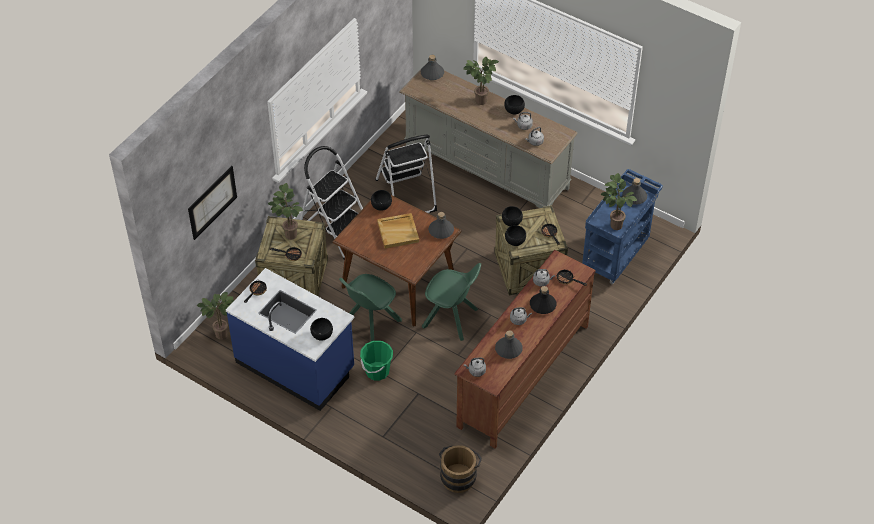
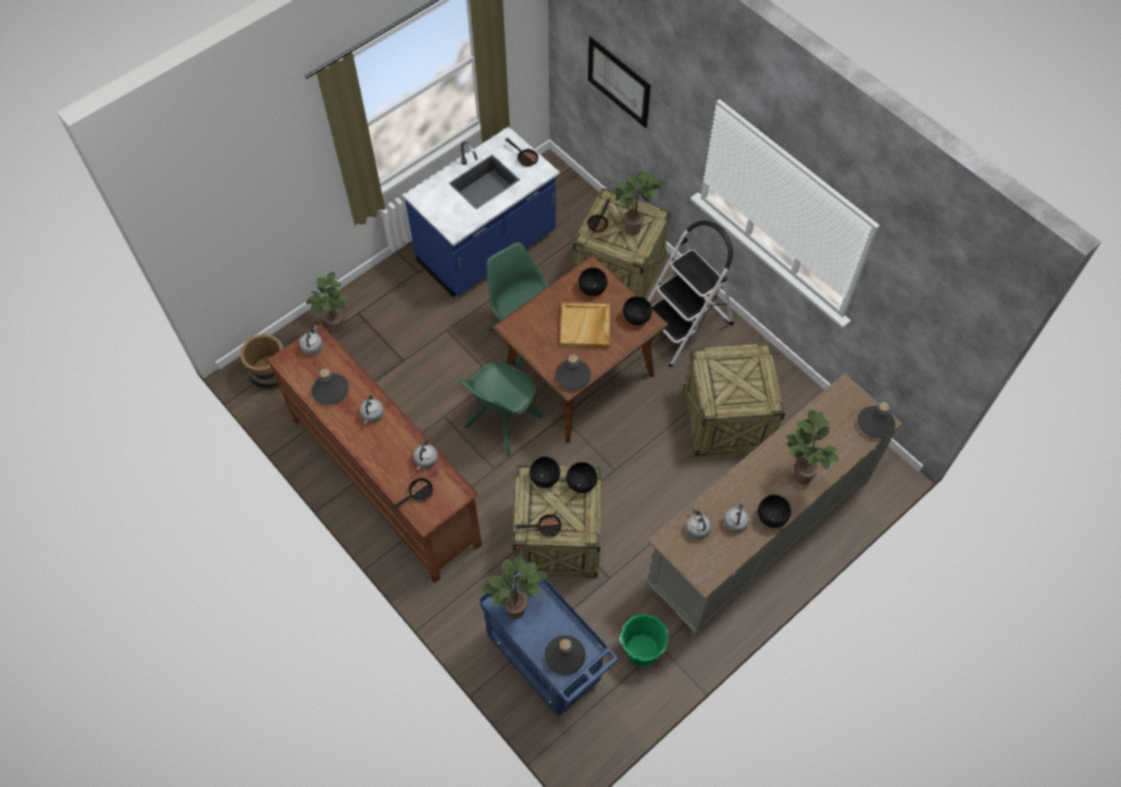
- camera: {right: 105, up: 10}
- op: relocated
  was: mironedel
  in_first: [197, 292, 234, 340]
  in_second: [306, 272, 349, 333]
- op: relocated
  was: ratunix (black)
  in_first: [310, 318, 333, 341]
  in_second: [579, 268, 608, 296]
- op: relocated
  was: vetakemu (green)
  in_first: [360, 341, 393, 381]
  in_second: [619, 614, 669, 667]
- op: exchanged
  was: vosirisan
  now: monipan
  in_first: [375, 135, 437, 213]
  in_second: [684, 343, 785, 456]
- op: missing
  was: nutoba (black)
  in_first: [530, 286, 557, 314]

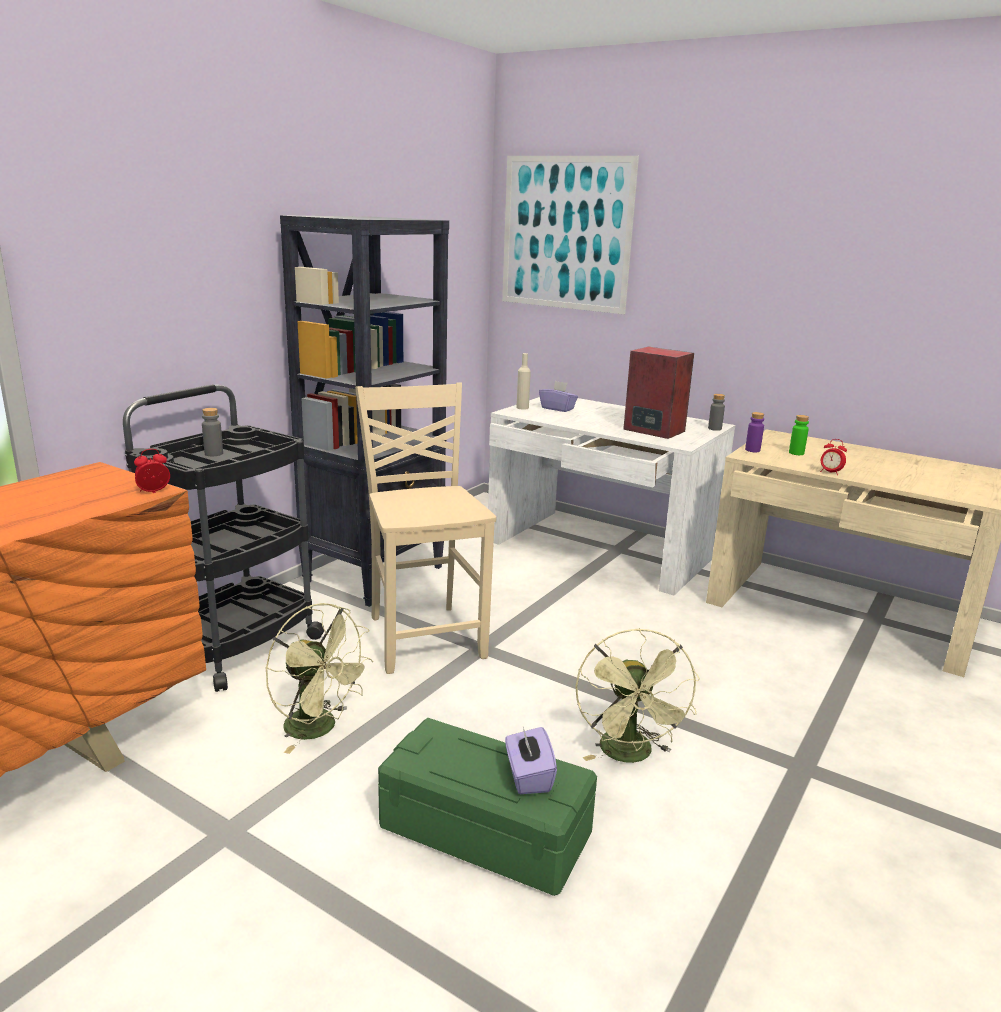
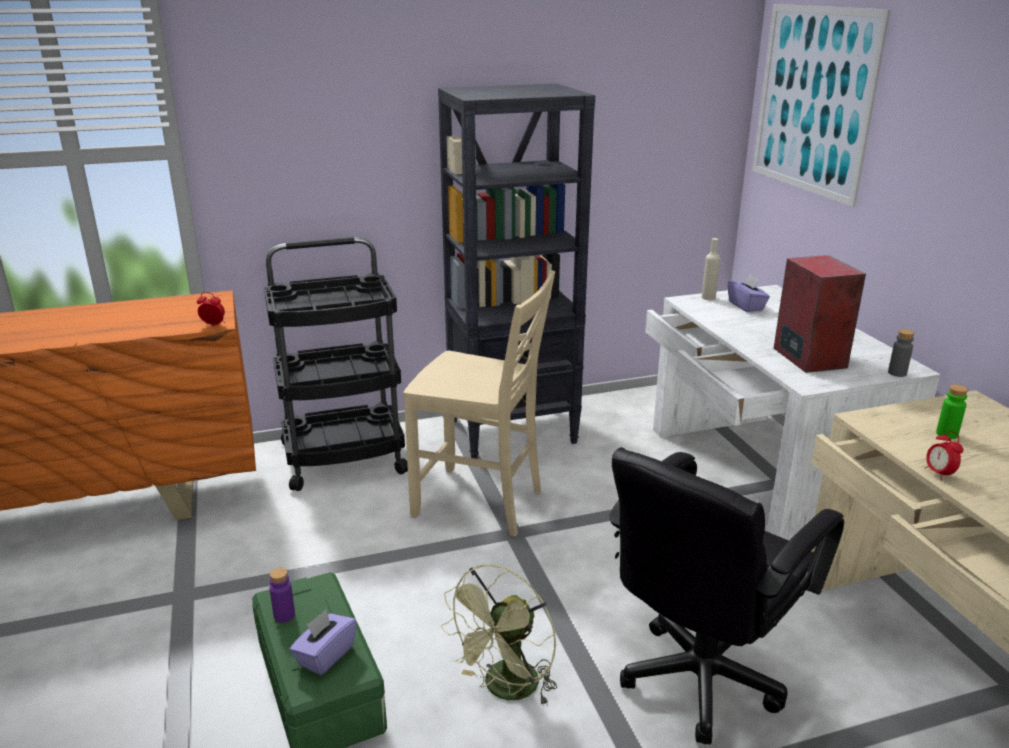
- camera: {right: 40, up: 5}
- op: relocated
  was: nutoba (purple)
  in_first: [745, 412, 764, 452]
  in_second: [270, 568, 295, 623]
- op: spun
  was: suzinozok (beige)
  in_first: [355, 382, 496, 674]
  in_second: [404, 270, 555, 537]
  clockwise: 90
- op: appeared
  now: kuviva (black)
  in_second: [610, 447, 844, 744]
- op: missing
  was: nutoba (grey)
  in_first: [202, 408, 223, 456]
- op: missing
  was: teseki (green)
  in_first: [265, 603, 374, 754]

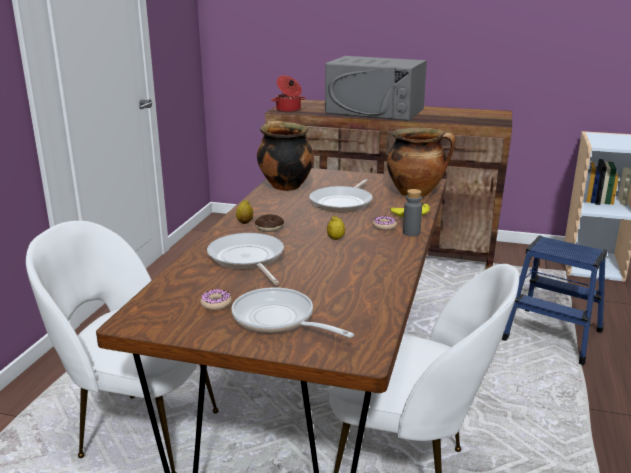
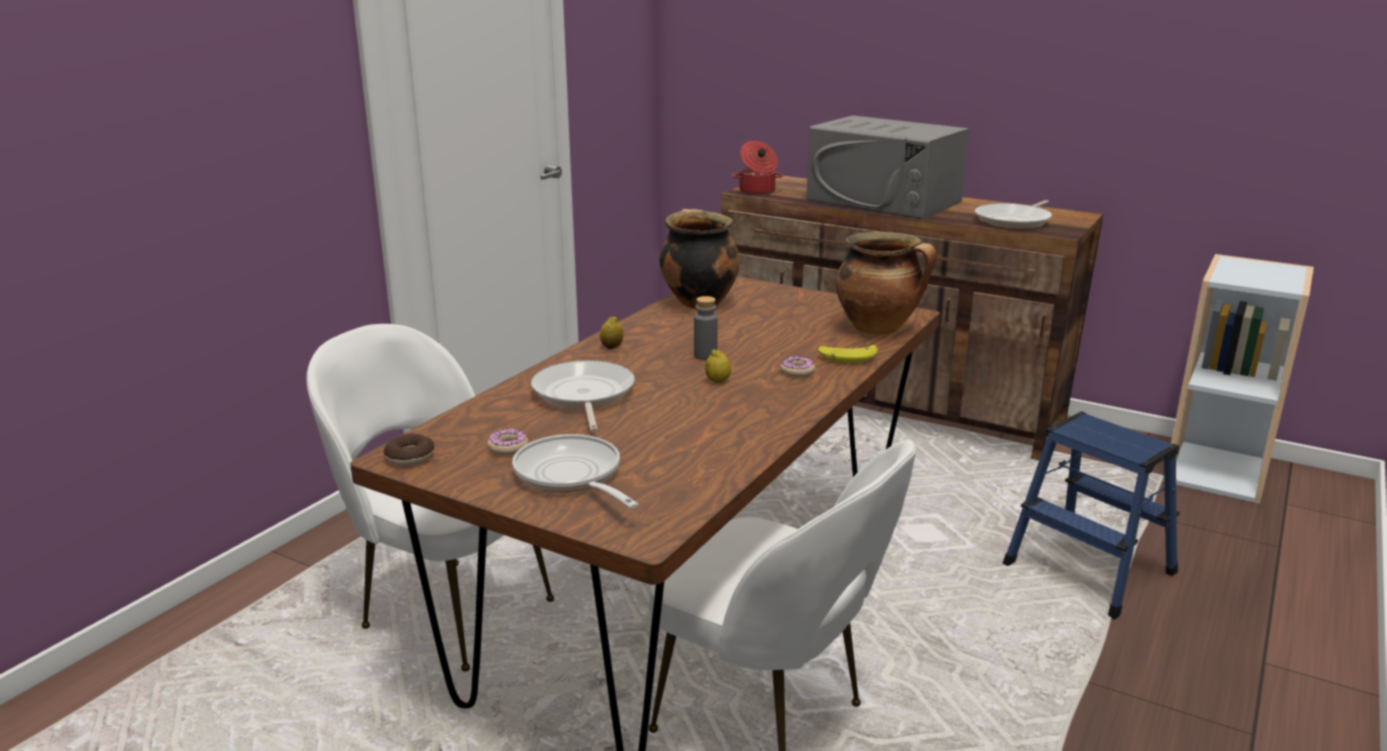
- camera: {right: 15, up: 0}
- op: relocated
  was: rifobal
  in_first: [255, 214, 284, 232]
  in_second: [384, 433, 434, 466]
- op: relocated
  was: nutoba (grey)
  in_first: [403, 189, 422, 237]
  in_second: [694, 296, 718, 360]
- op: relocated
  was: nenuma
  in_first: [309, 179, 373, 213]
  in_second: [975, 200, 1052, 229]

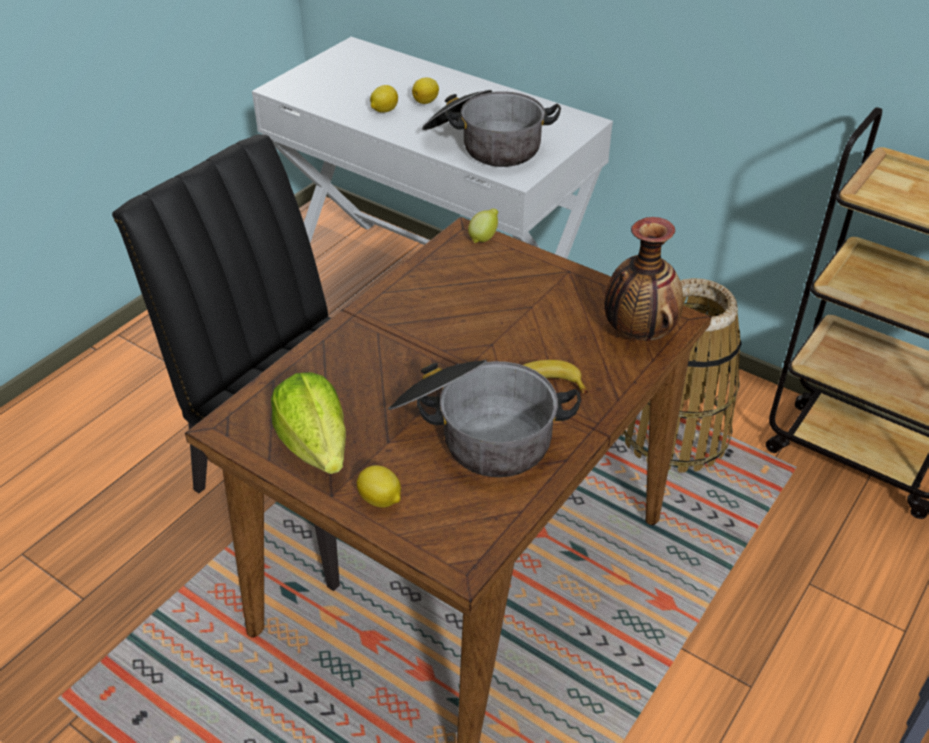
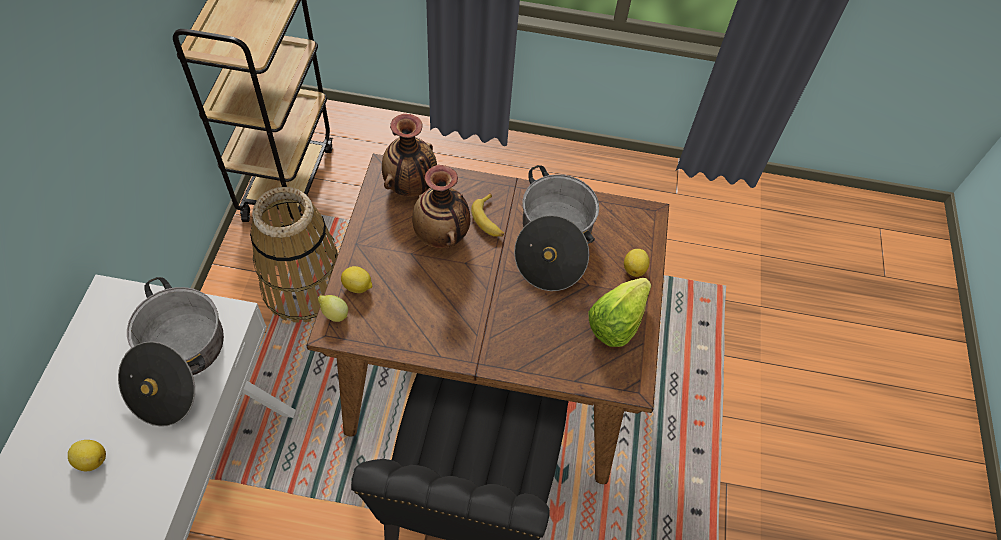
- camera: {right: -120, up: 15}
- op: relocated
  was: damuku
  in_first: [370, 85, 398, 113]
  in_second: [341, 266, 373, 293]
- op: appeared
  now: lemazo
  in_second: [412, 165, 470, 248]

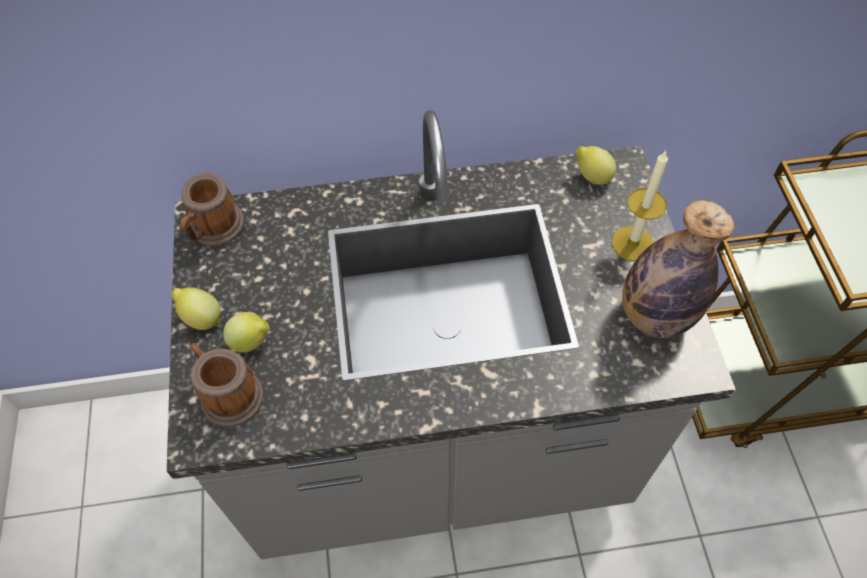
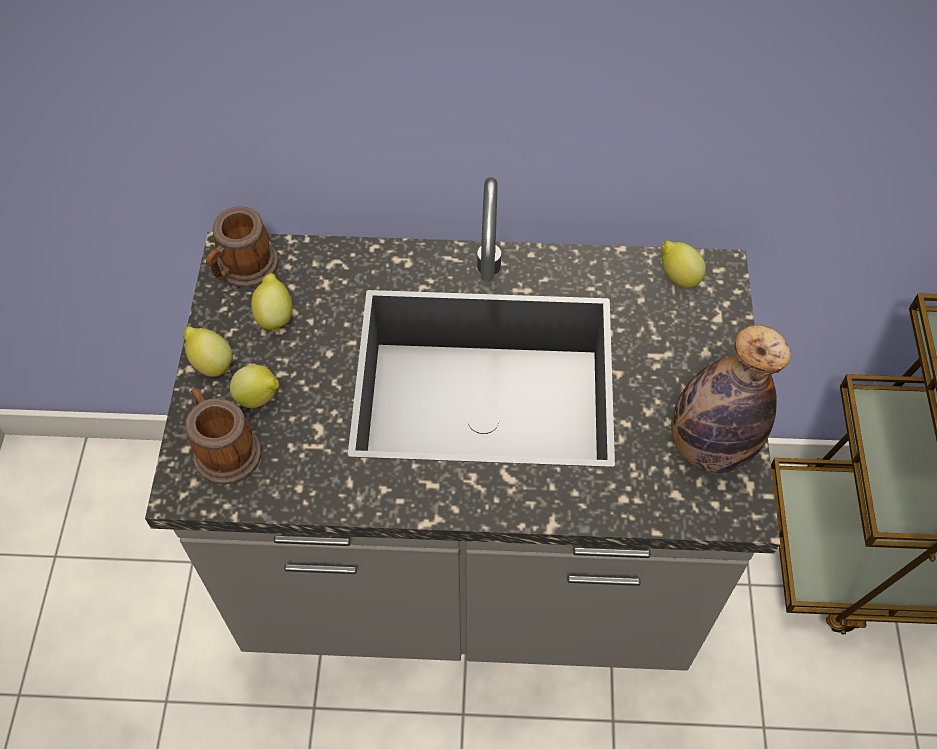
- camera: {right: 10, up: 0}
- op: appeared
  now: damuku
  in_second: [251, 273, 293, 333]
- op: missing
  was: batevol
  in_first: [612, 150, 668, 262]

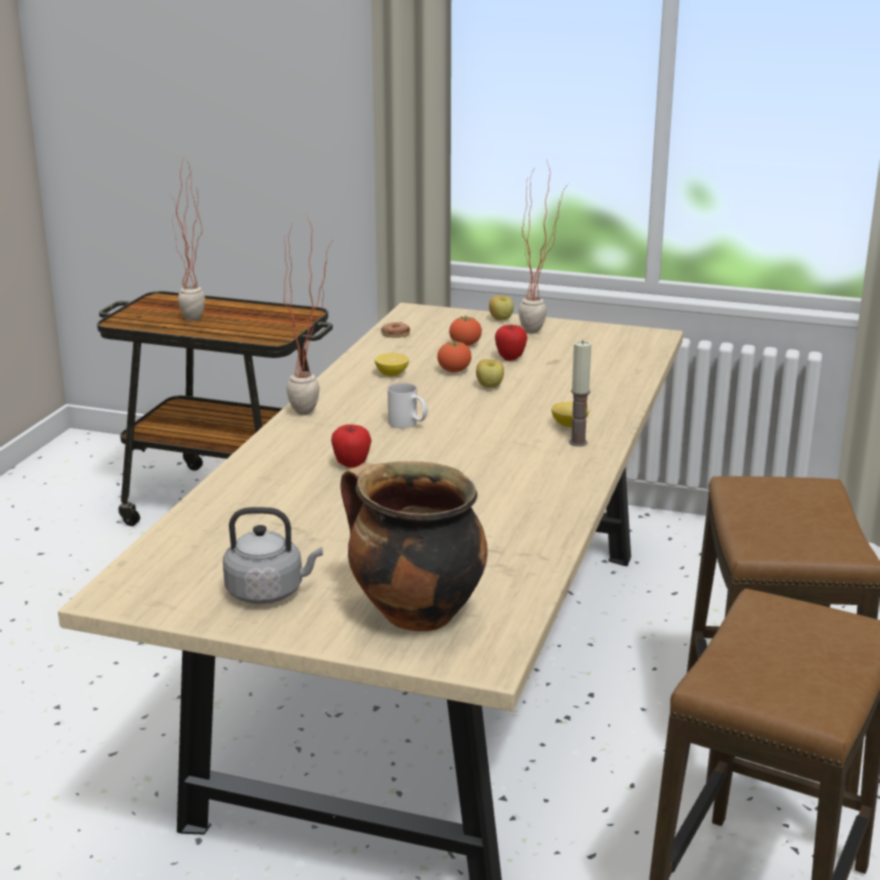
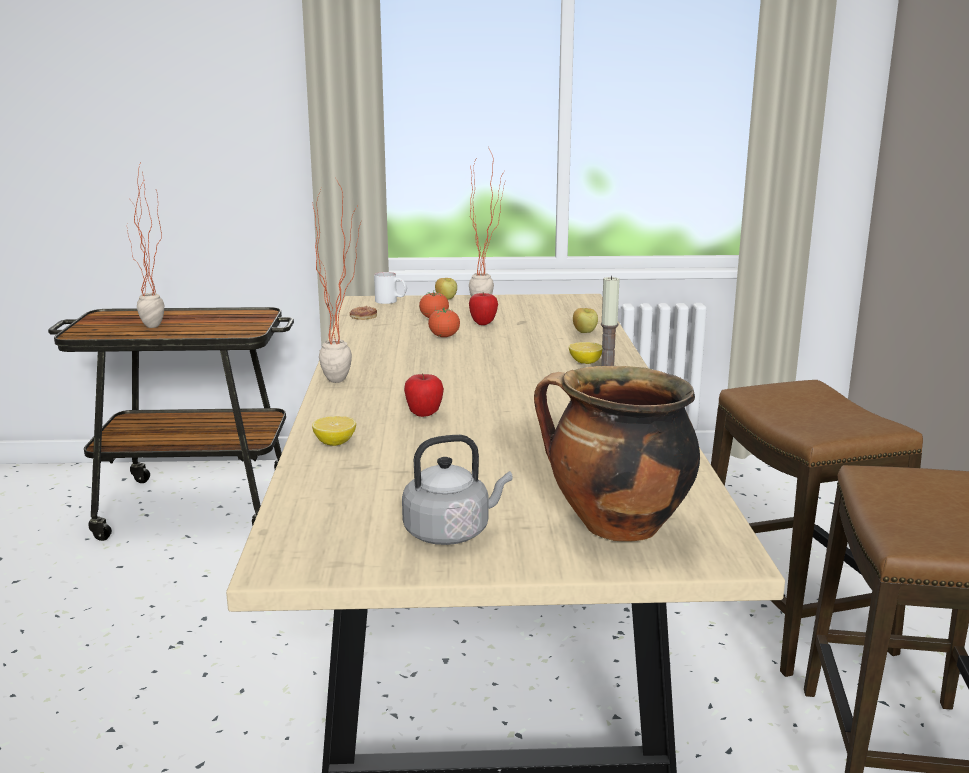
- camera: {right: -20, up: -5}
- op: relocated
  was: damuku
  in_first: [375, 353, 409, 376]
  in_second: [312, 416, 356, 446]
- op: relocated
  was: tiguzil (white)
  in_first: [388, 383, 428, 428]
  in_second: [374, 272, 407, 304]
- op: relocated
  was: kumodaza
  in_first: [476, 359, 504, 388]
  in_second: [573, 308, 598, 333]

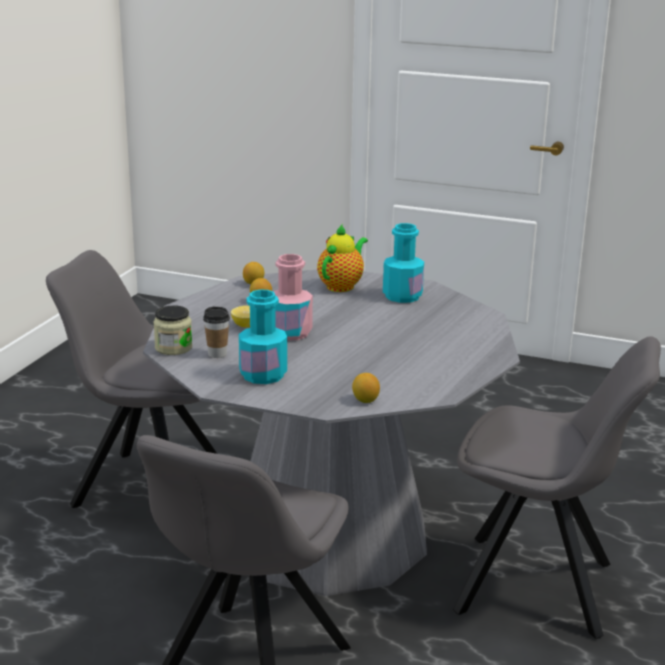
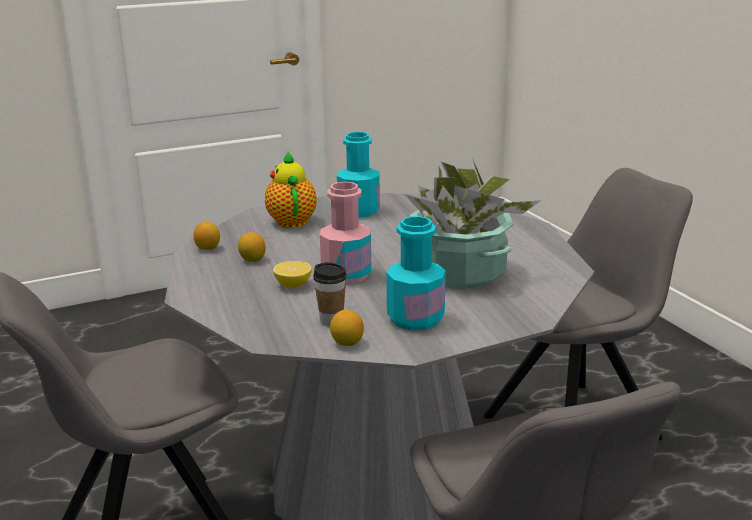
- camera: {right: -45, up: 0}
- op: relocated
  was: damuku
  in_first: [352, 373, 380, 403]
  in_second: [330, 310, 364, 346]
- op: appeared
  now: mironedel
  in_second: [405, 159, 542, 289]
- op: missing
  was: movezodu
  in_first: [153, 305, 192, 355]

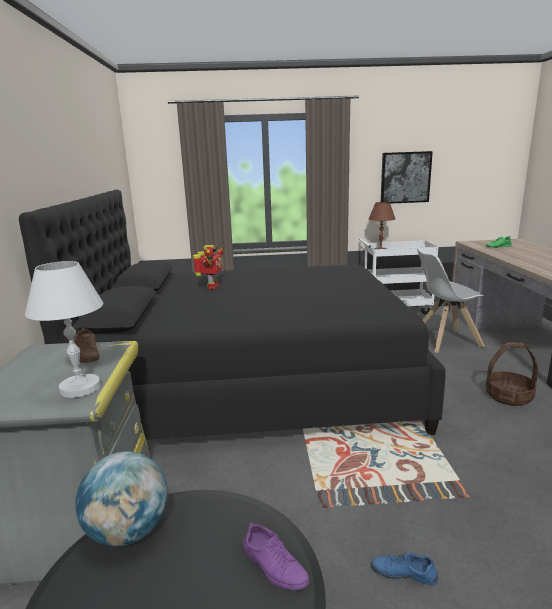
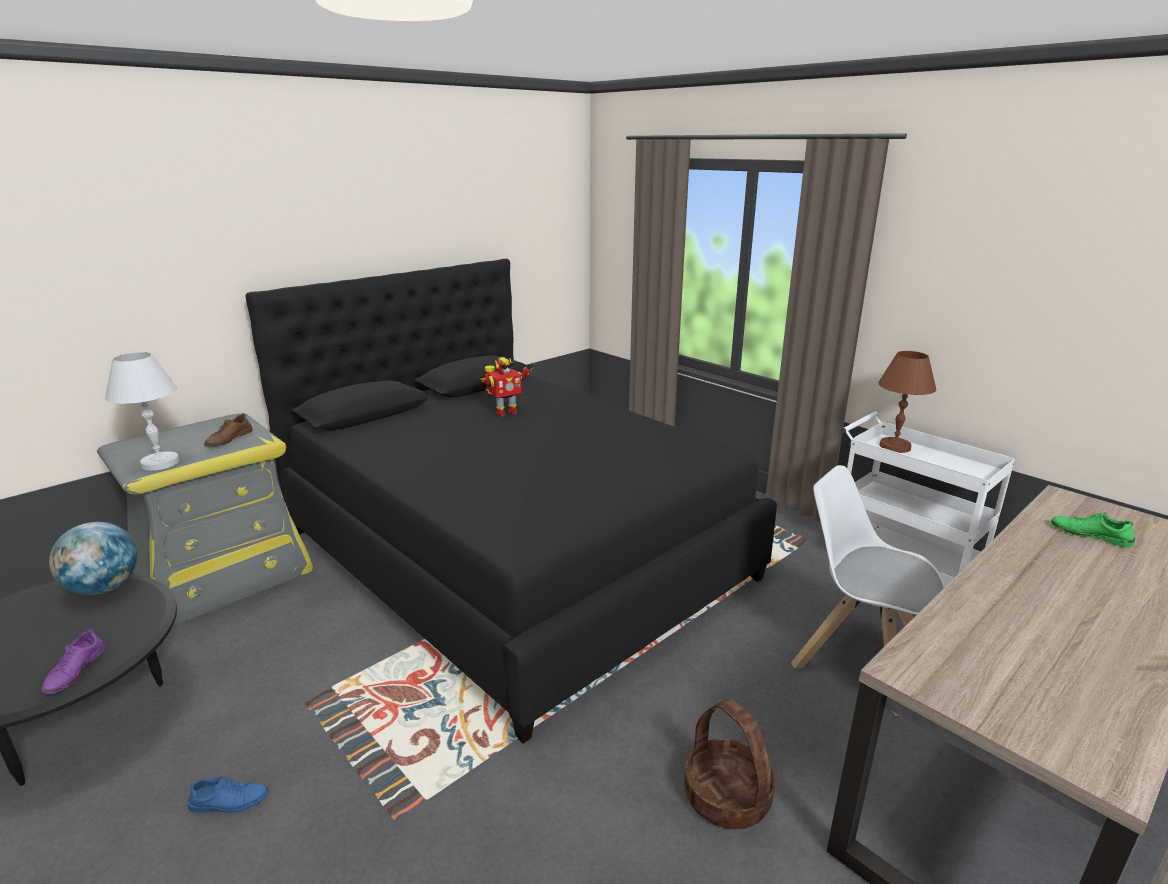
- camera: {right: 50, up: 5}
- op: spun
  was: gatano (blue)
  in_first: [371, 552, 438, 585]
  in_second: [188, 776, 269, 813]
  clockwise: 105
- op: missing
  was: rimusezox
  in_first: [381, 151, 433, 204]

